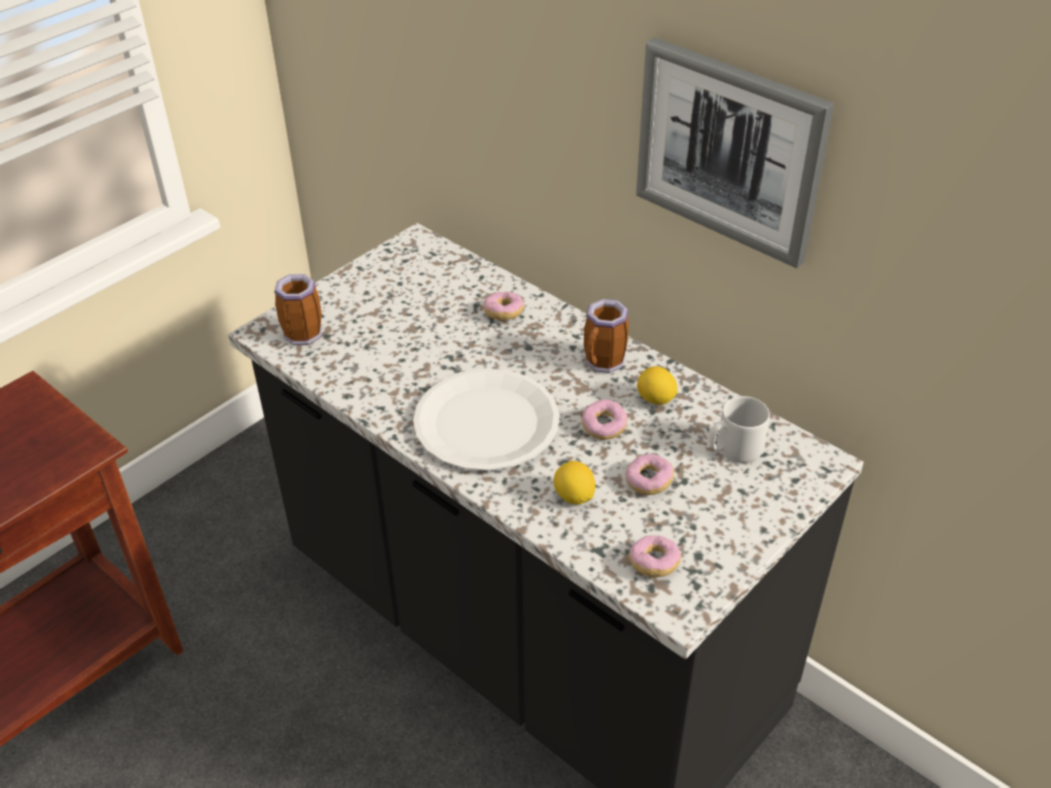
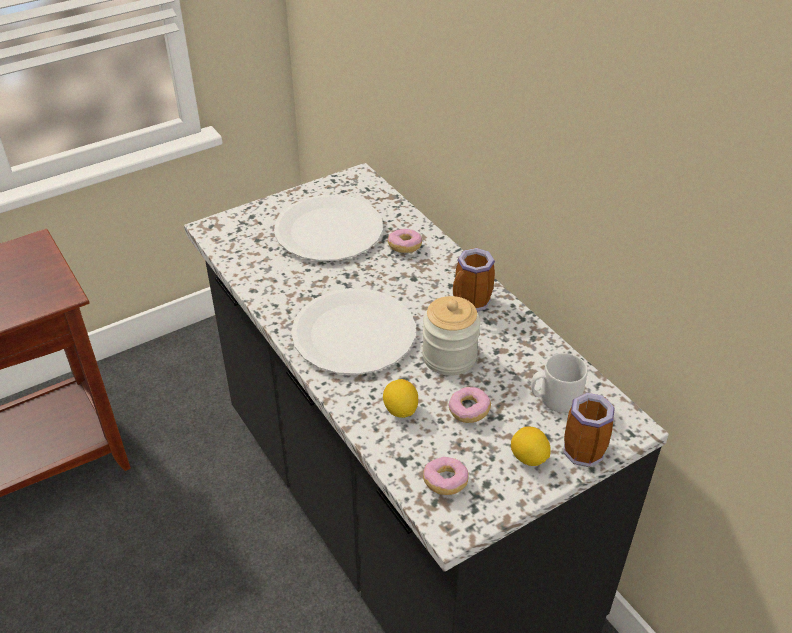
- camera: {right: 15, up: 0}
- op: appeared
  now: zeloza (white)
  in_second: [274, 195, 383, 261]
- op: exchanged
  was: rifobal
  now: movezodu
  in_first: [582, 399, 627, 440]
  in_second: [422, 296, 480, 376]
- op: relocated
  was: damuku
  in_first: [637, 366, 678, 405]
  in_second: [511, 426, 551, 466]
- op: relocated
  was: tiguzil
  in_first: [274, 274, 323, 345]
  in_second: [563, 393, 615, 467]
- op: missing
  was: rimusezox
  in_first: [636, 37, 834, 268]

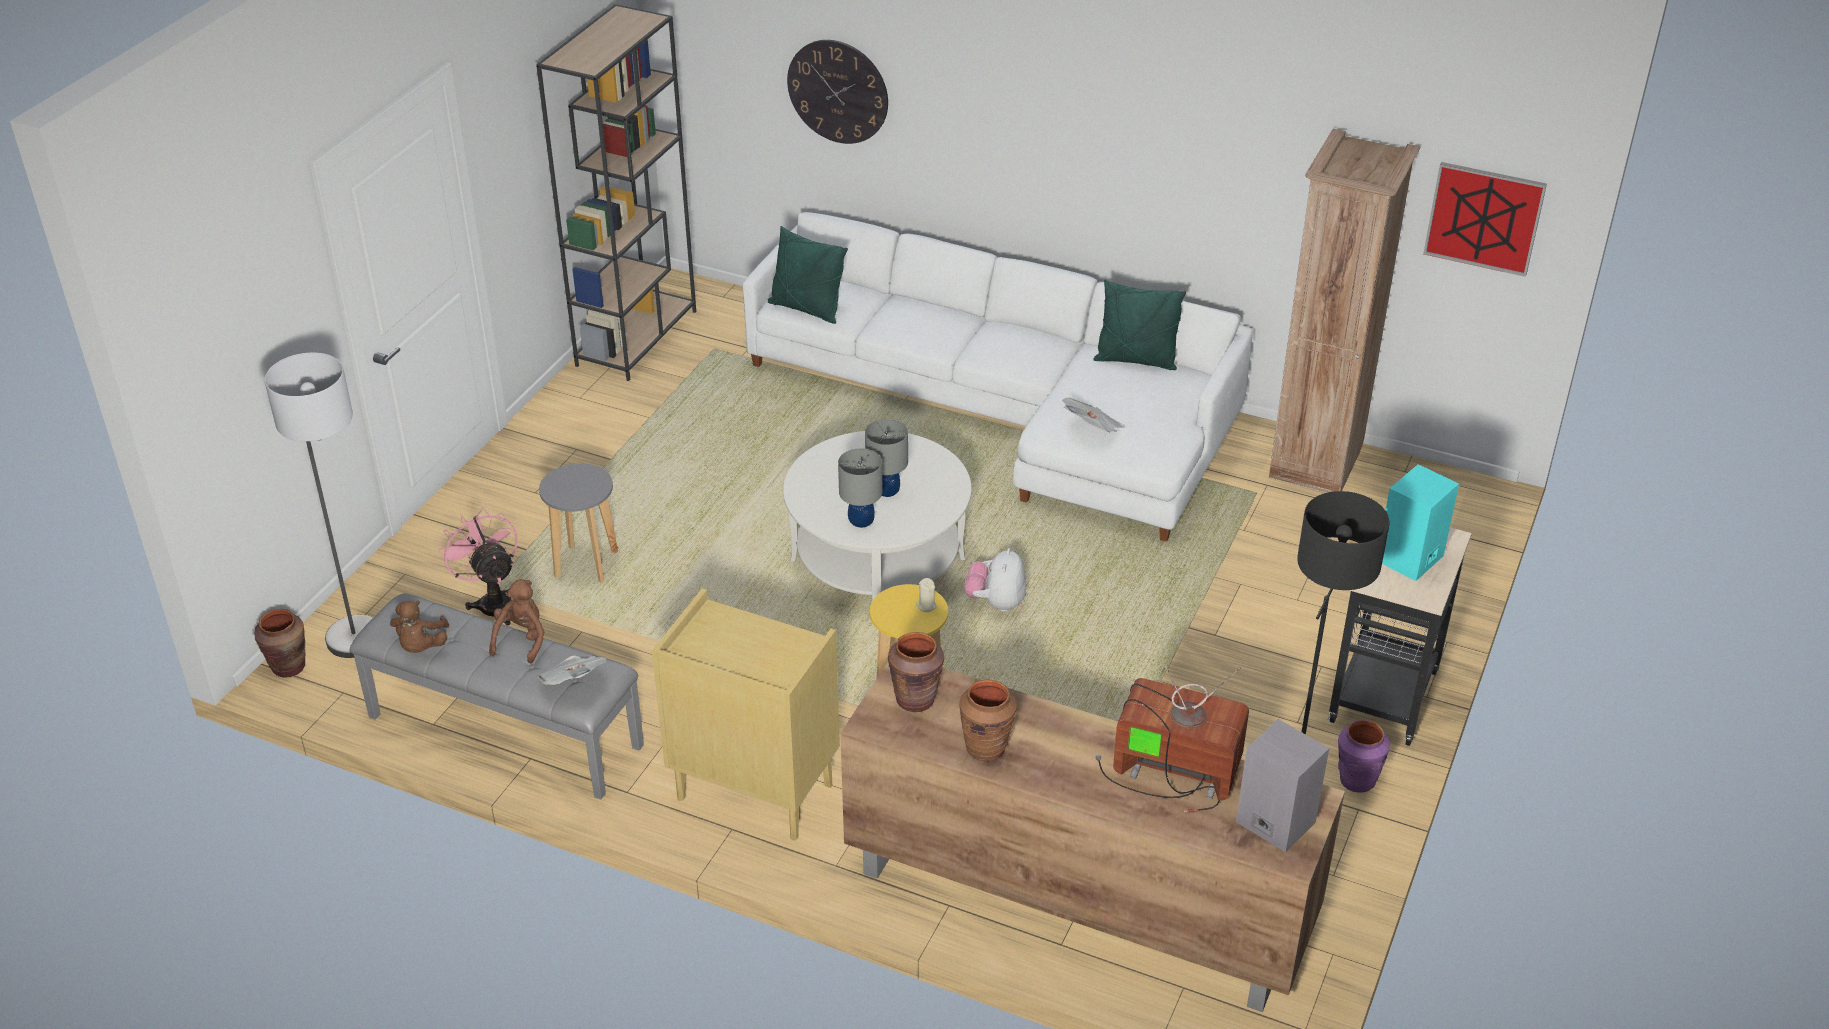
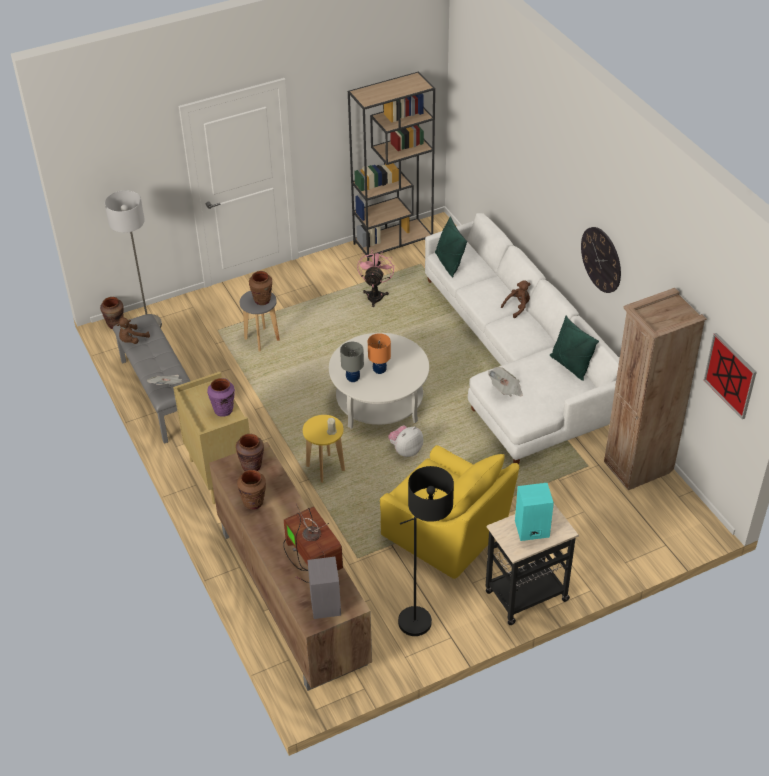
- camera: {right: 40, up: 5}
- op: relocated
  was: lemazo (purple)
  in_first: [1338, 719, 1390, 792]
  in_second: [207, 378, 235, 417]
- op: appeared
  now: lemazo (brown)
  in_second: [249, 271, 272, 305]
- op: relocated
  was: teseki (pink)
  in_first: [439, 507, 518, 625]
  in_second: [357, 250, 395, 307]
- op: colour
  was: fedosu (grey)
  now: fedosu (orange)
  in_first: [865, 419, 908, 497]
  in_second: [368, 333, 391, 374]
- op: appeared
  now: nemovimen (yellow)
  in_second: [380, 445, 520, 579]
- op: relocated
  was: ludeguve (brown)
  in_first: [489, 579, 544, 663]
  in_second: [501, 280, 531, 318]
- op: relocated
  was: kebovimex
  in_first: [787, 40, 888, 144]
  in_second: [581, 227, 621, 293]

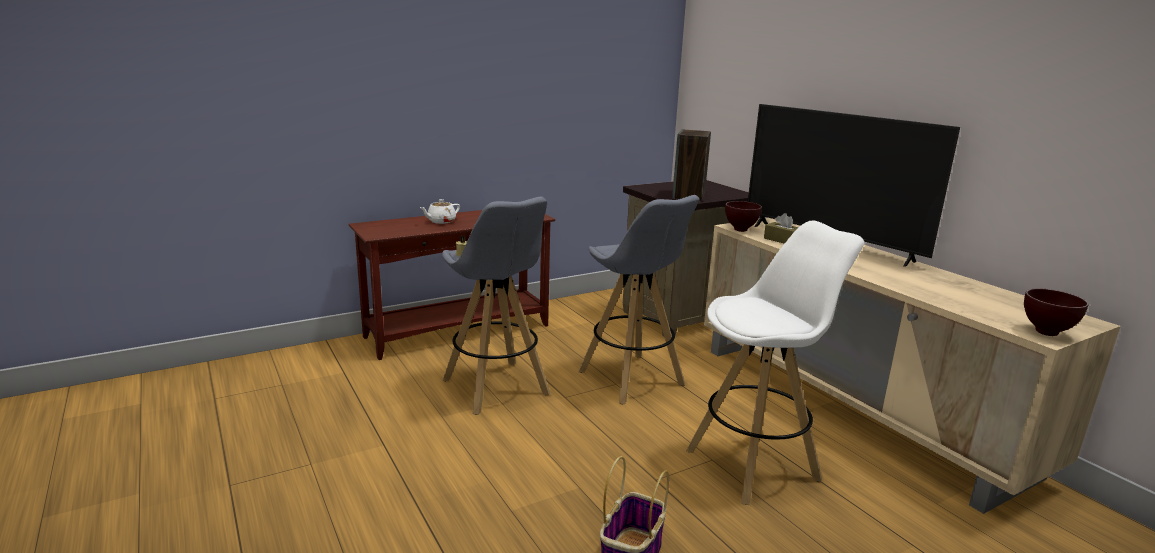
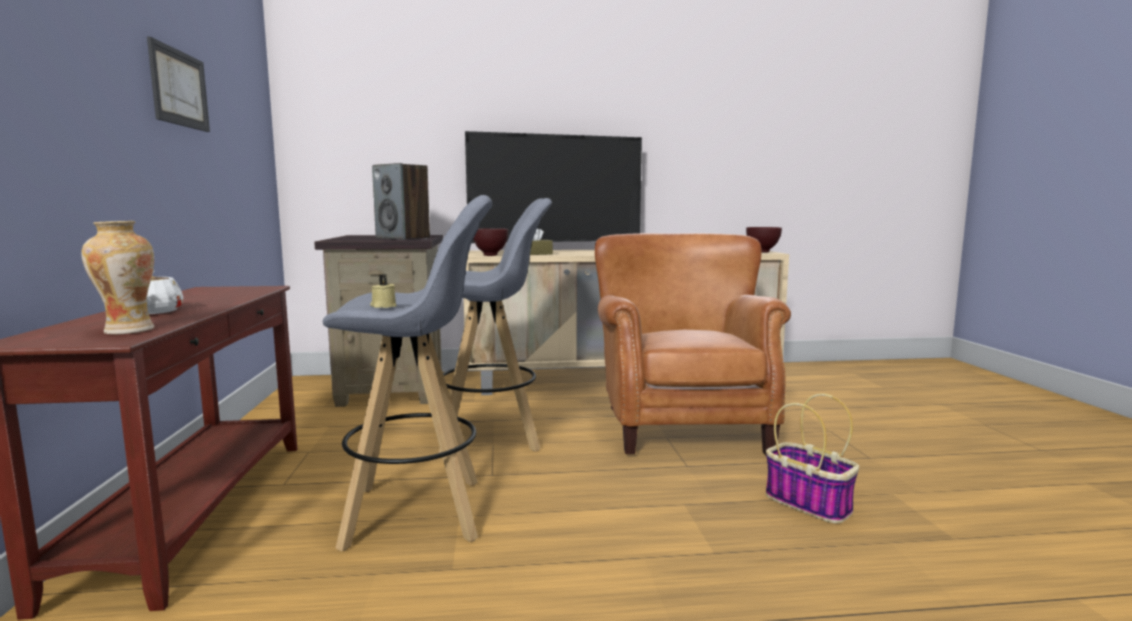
- camera: {right: -65, up: -10}
- op: appeared
  now: lemazo
  in_second: [81, 221, 155, 335]
- op: appeared
  now: rimusezox
  in_second: [147, 37, 210, 132]
- op: exchanged
  was: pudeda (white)
  now: nemovimen (brown)
  in_first: [686, 221, 864, 505]
  in_second: [595, 233, 791, 455]

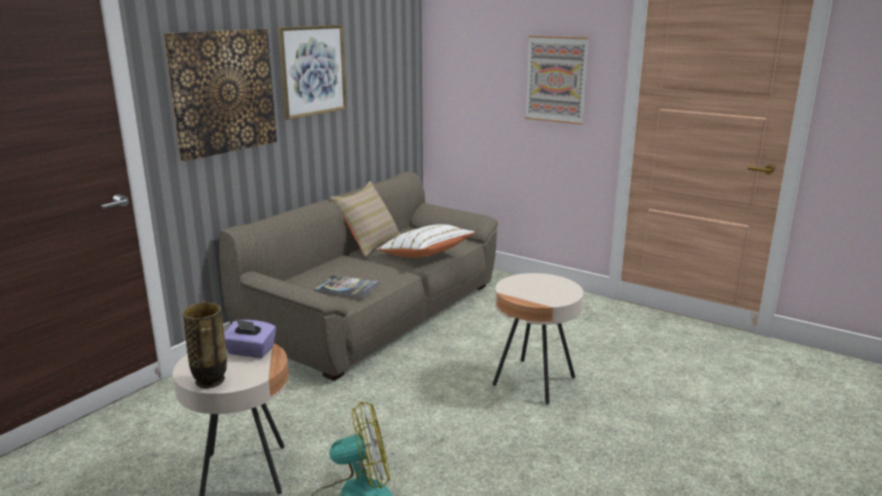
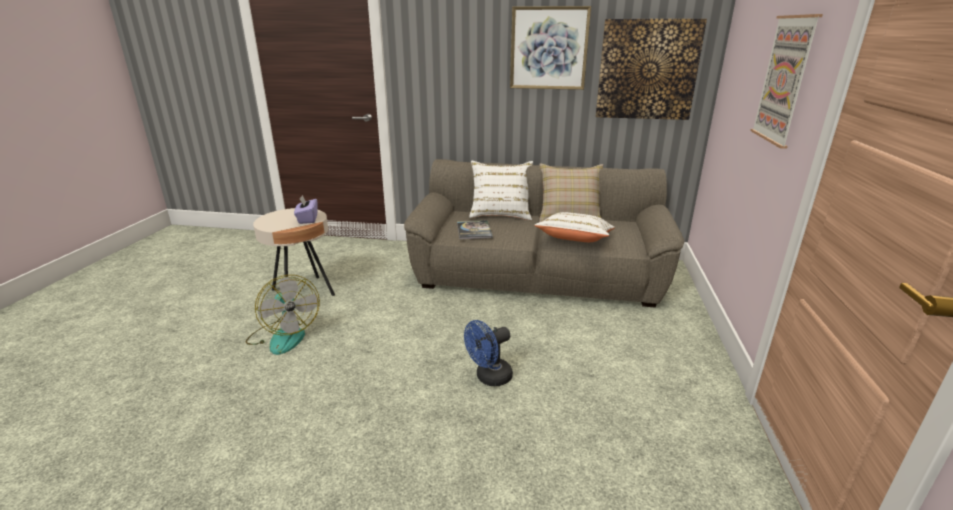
- camera: {right: 65, up: 5}
- op: exchanged
  was: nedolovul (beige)
  now: teseki (blue)
  in_first: [492, 273, 583, 405]
  in_second: [464, 320, 513, 386]
- op: appeared
  now: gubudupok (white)
  in_second: [469, 161, 533, 220]
- op: relocated
  was: rimusezox
  in_first: [163, 29, 277, 161]
  in_second: [596, 19, 707, 120]
- op: missing
  was: lemazo
  in_first: [182, 301, 227, 389]

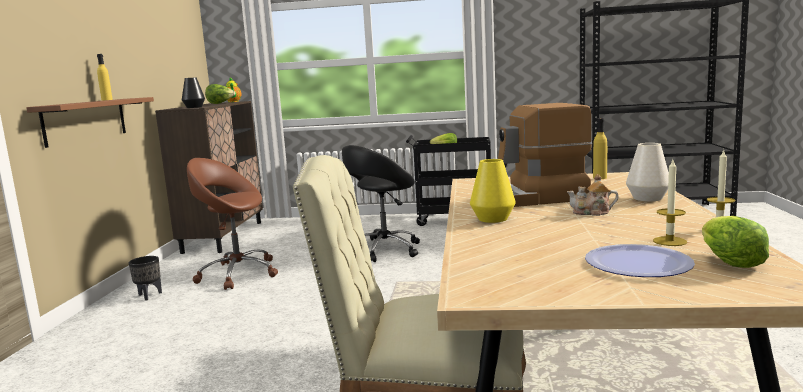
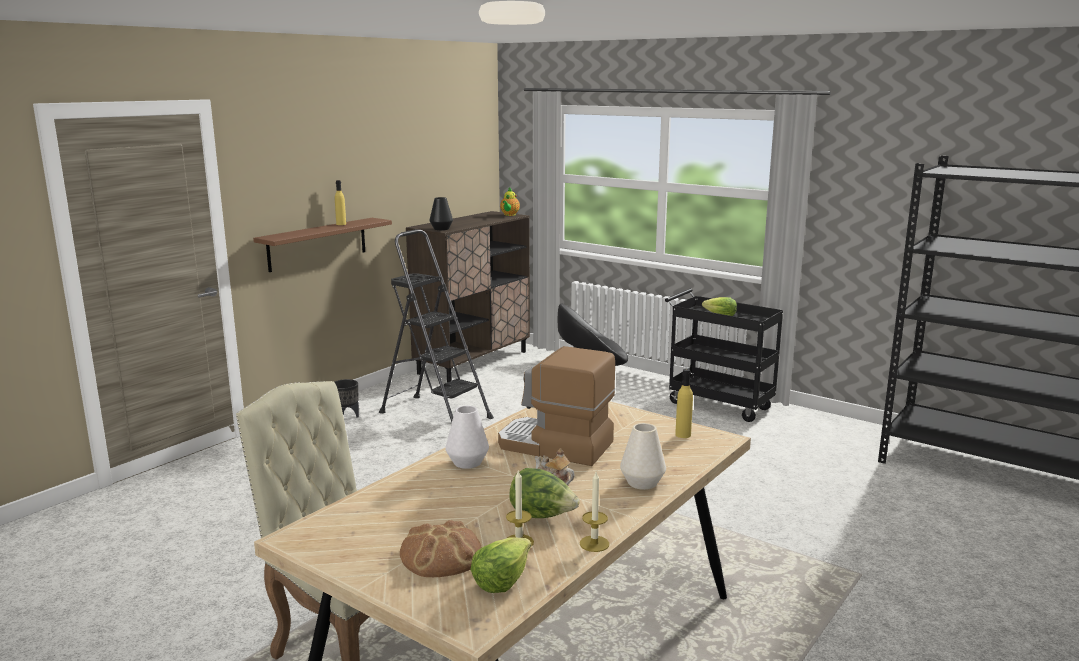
- camera: {right: 30, up: 5}
- op: exchanged
  was: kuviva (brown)
  now: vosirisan
  in_first: [187, 158, 278, 290]
  in_second: [379, 229, 494, 422]
- op: exchanged
  was: zeloza
  now: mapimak
  in_first: [585, 244, 695, 277]
  in_second: [400, 520, 482, 577]
- op: colour
  was: lemazo (yellow)
  now: lemazo (white)
  in_first: [470, 159, 516, 223]
  in_second: [445, 406, 489, 469]
- op: relocated
  was: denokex
  in_first: [205, 84, 235, 104]
  in_second: [509, 468, 579, 518]

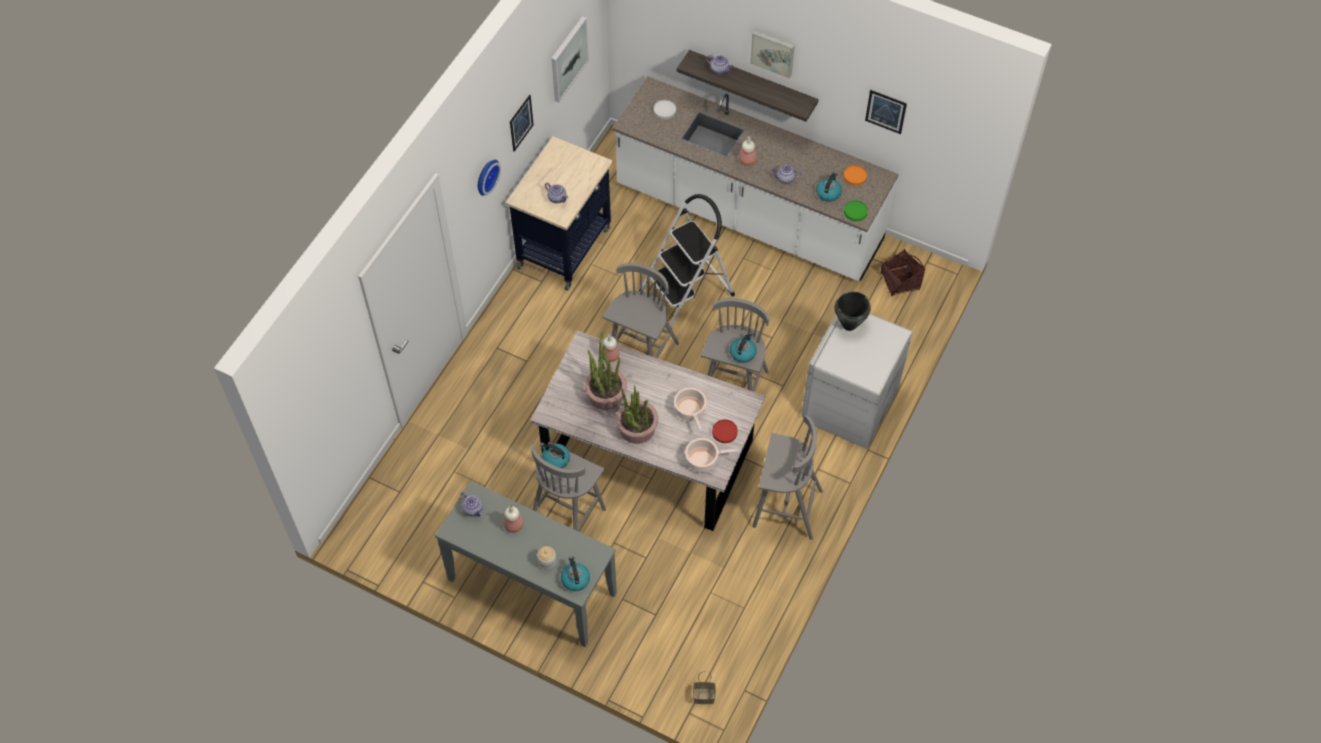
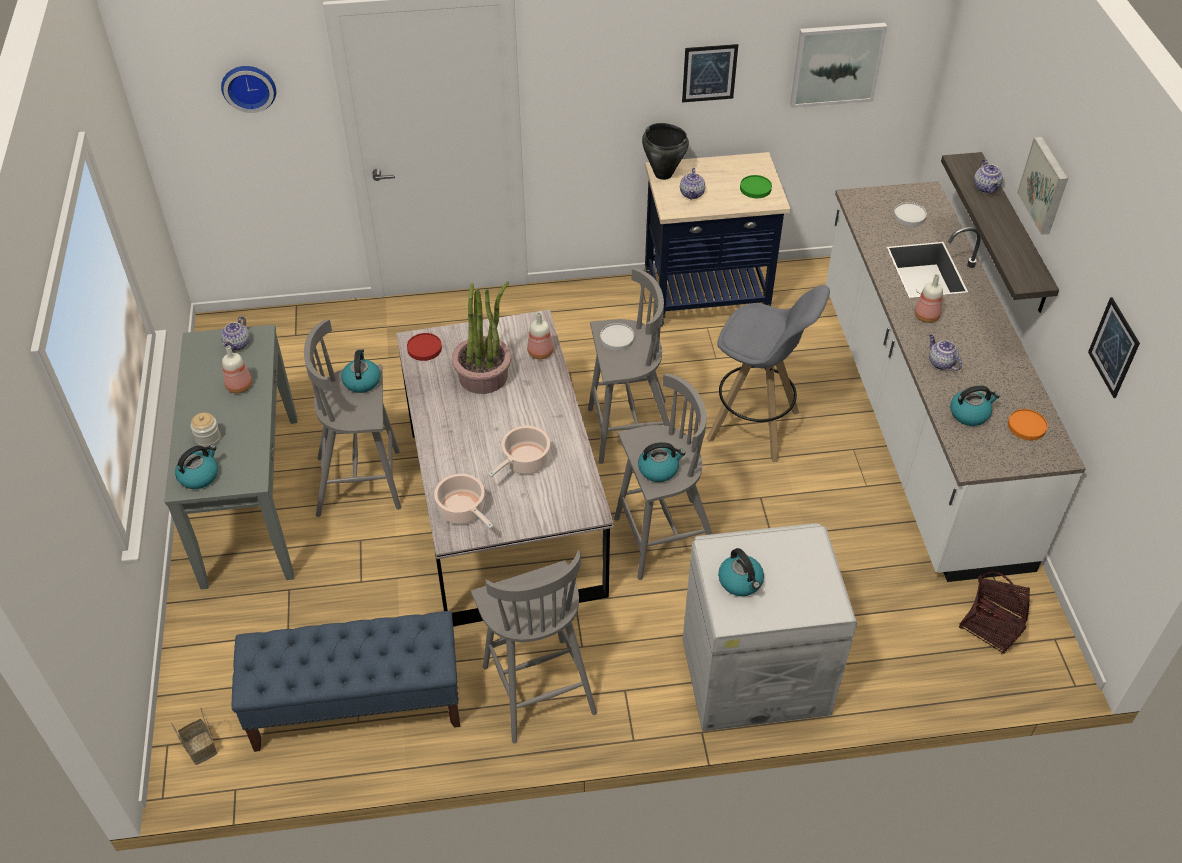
- camera: {right: 55, up: -10}
- op: relocated
  was: kebovimex
  in_first: [478, 160, 501, 196]
  in_second: [221, 66, 276, 113]
- op: appeared
  now: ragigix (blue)
  in_second: [232, 611, 460, 752]
- op: relocated
  was: zeloza (red)
  in_first: [712, 419, 738, 443]
  in_second: [407, 333, 442, 361]
- op: appeared
  now: zeloza (white)
  in_second: [600, 323, 634, 351]
- op: relocated
  was: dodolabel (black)
  in_first: [835, 292, 871, 331]
  in_second: [642, 123, 689, 180]
- op: exchanged
  was: vosirisan
  now: pudeda (grey)
  in_first: [639, 194, 735, 328]
  in_second: [706, 285, 830, 462]
- op: appeared
  now: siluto
  in_second: [718, 548, 764, 596]
- op: relocated
  was: zeloza (green)
  in_first: [844, 200, 868, 221]
  in_second: [740, 175, 772, 198]
- op: missing
  was: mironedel
  in_first: [616, 385, 658, 444]

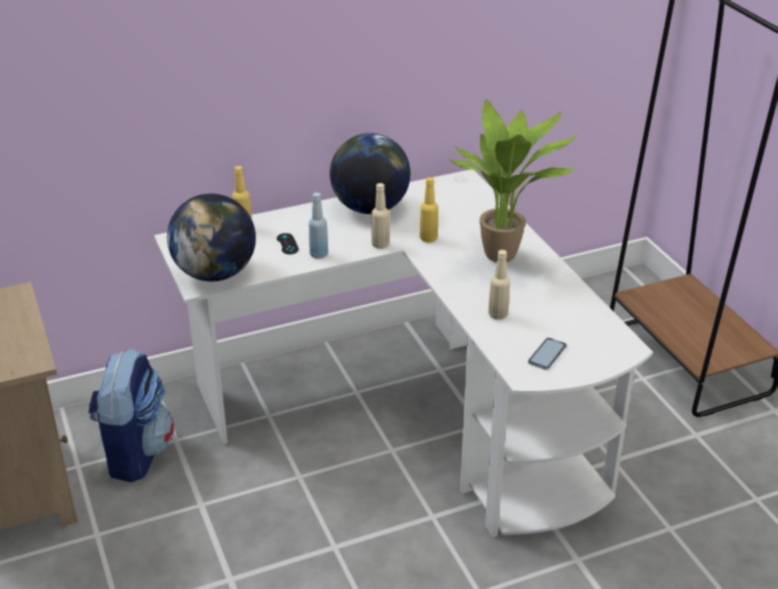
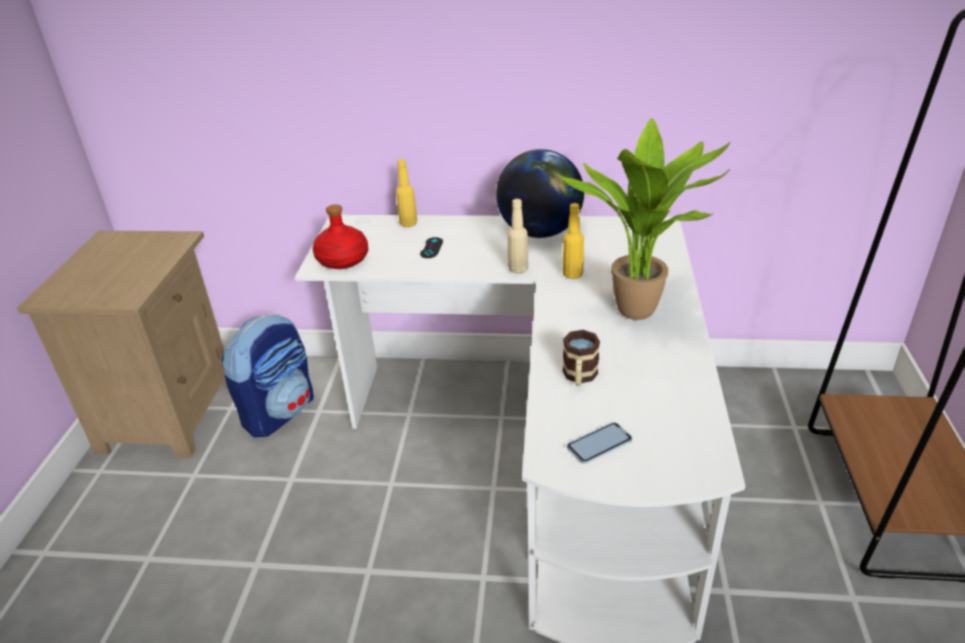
- camera: {right: 30, up: 0}
- op: exchanged
  was: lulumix
  now: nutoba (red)
  in_first: [167, 193, 256, 282]
  in_second: [313, 204, 368, 269]
- op: exchanged
  was: nutoba (beige)
  now: tiguzil
  in_first: [488, 250, 510, 320]
  in_second: [563, 330, 600, 386]
- op: missing
  was: nutoba (blue)
  in_first: [309, 192, 328, 259]

